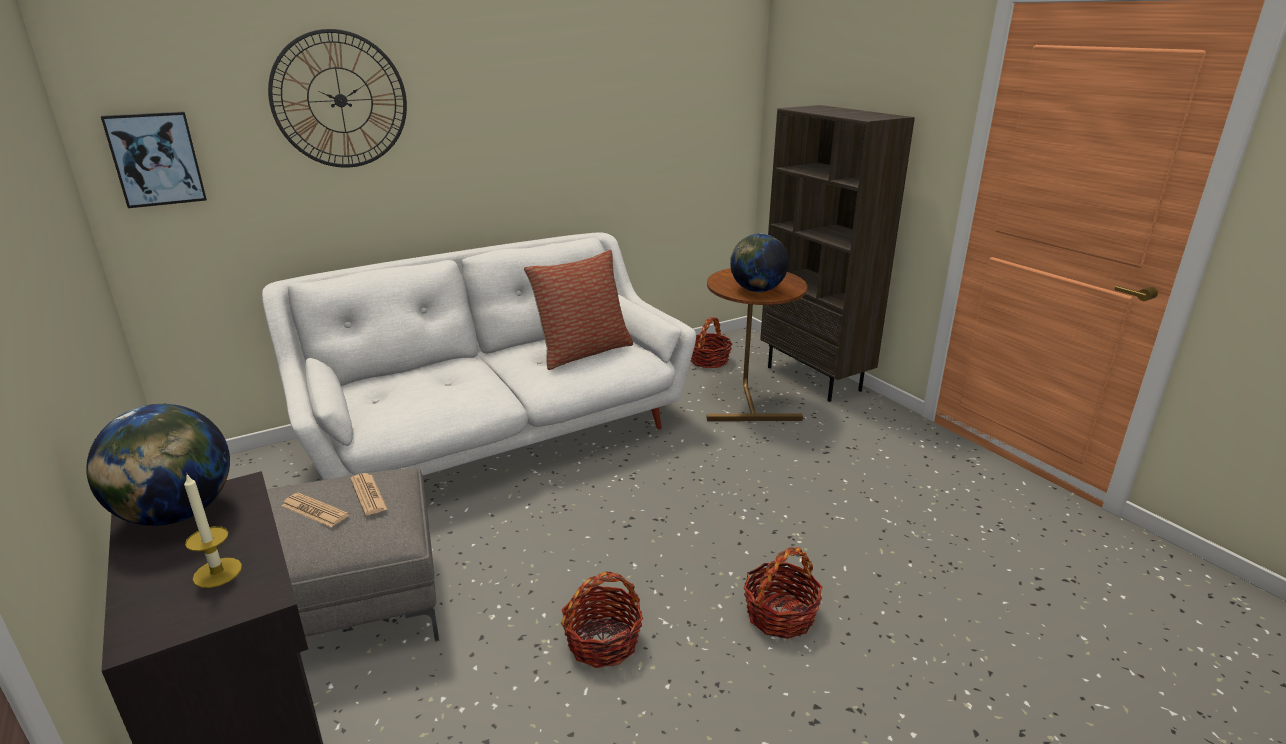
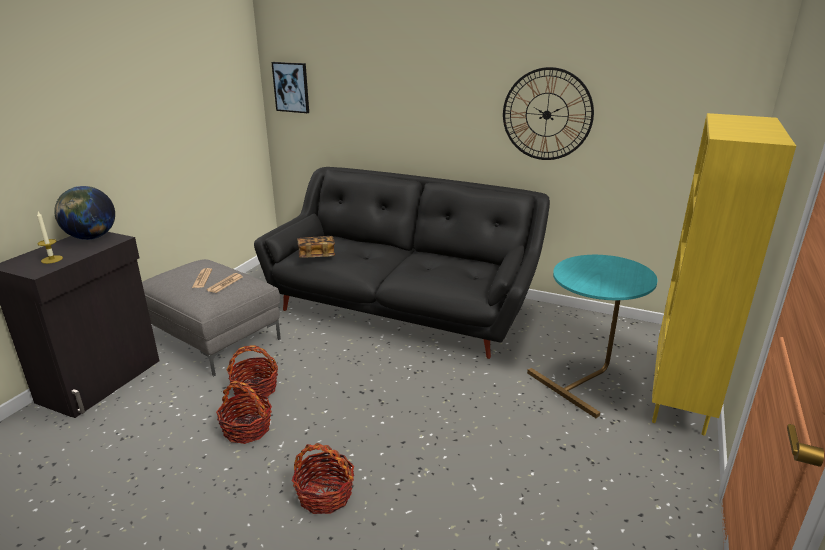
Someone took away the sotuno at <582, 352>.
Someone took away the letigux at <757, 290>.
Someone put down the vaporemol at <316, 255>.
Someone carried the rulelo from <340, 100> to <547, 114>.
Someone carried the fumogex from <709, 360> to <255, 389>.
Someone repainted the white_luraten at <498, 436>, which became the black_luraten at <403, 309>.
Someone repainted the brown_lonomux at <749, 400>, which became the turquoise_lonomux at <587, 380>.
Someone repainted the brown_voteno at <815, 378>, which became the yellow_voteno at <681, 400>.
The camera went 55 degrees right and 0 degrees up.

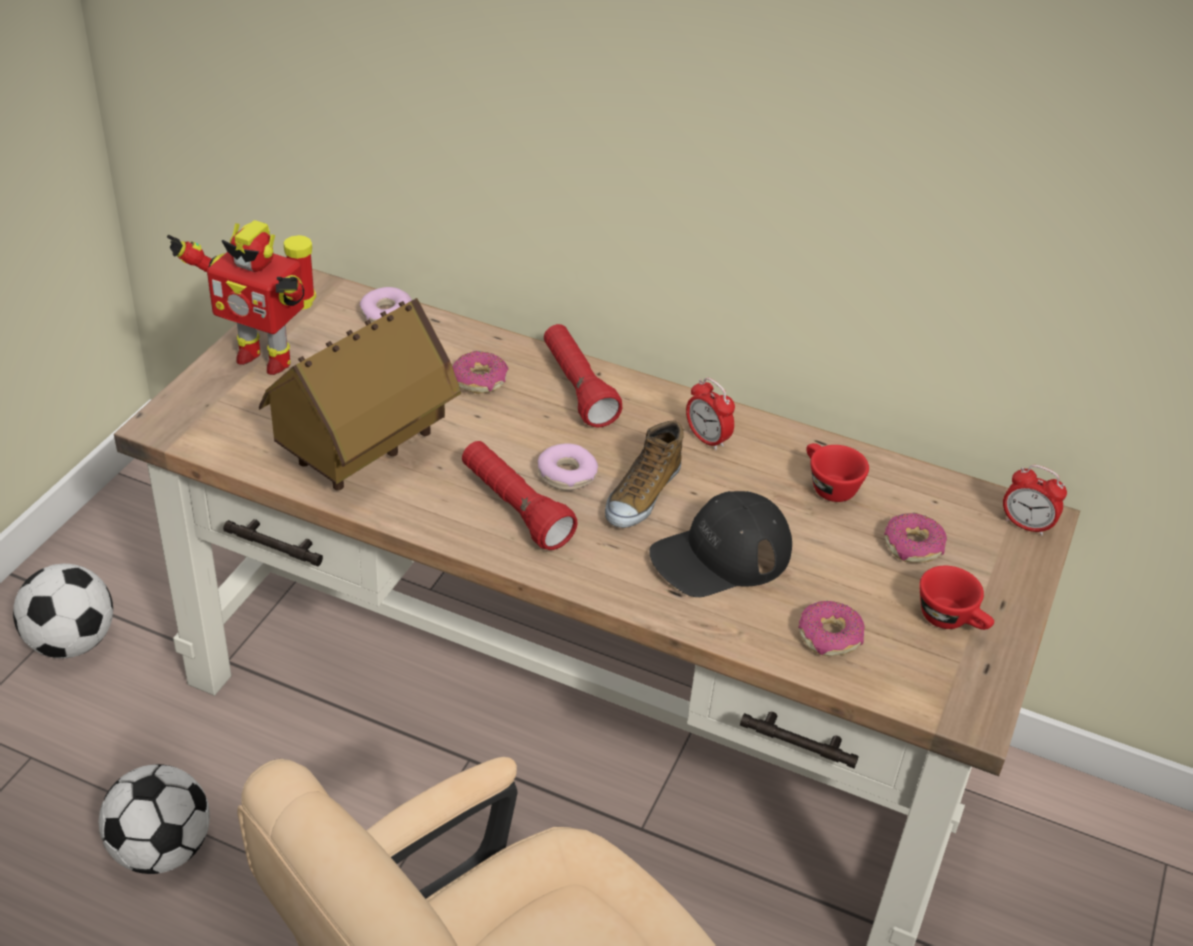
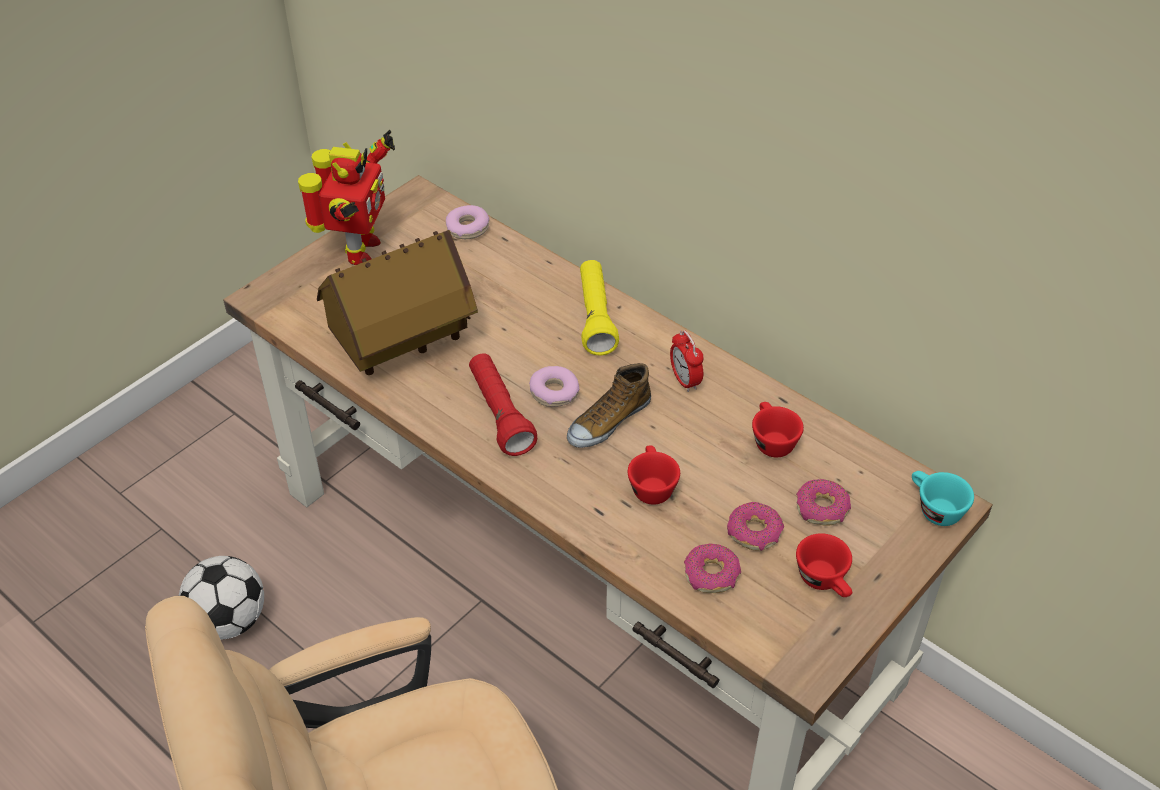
Someone took away the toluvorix at <71, 642>.
Someone carried the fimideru from <480, 381> to <754, 533>.
Someone swapped the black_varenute at <720, 555> for the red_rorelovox at <651, 486>.
Someone swapped the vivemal at <1025, 525> for the turquoise_rorelovox at <934, 509>.
Someone repainted the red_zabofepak at <577, 388>, which became the yellow_zabofepak at <595, 318>.
Someone rotated the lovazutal at <264, 356> by 120 degrees counterclockwise.
The camera went 20 degrees right and 5 degrees up.

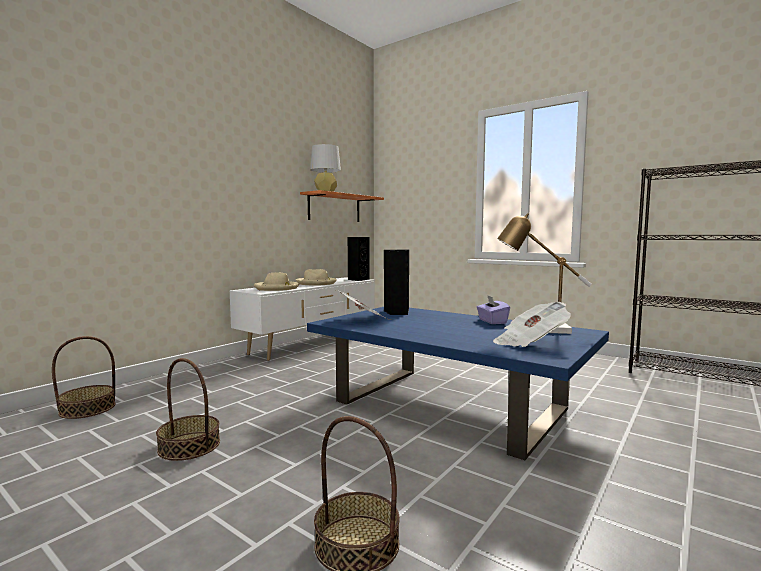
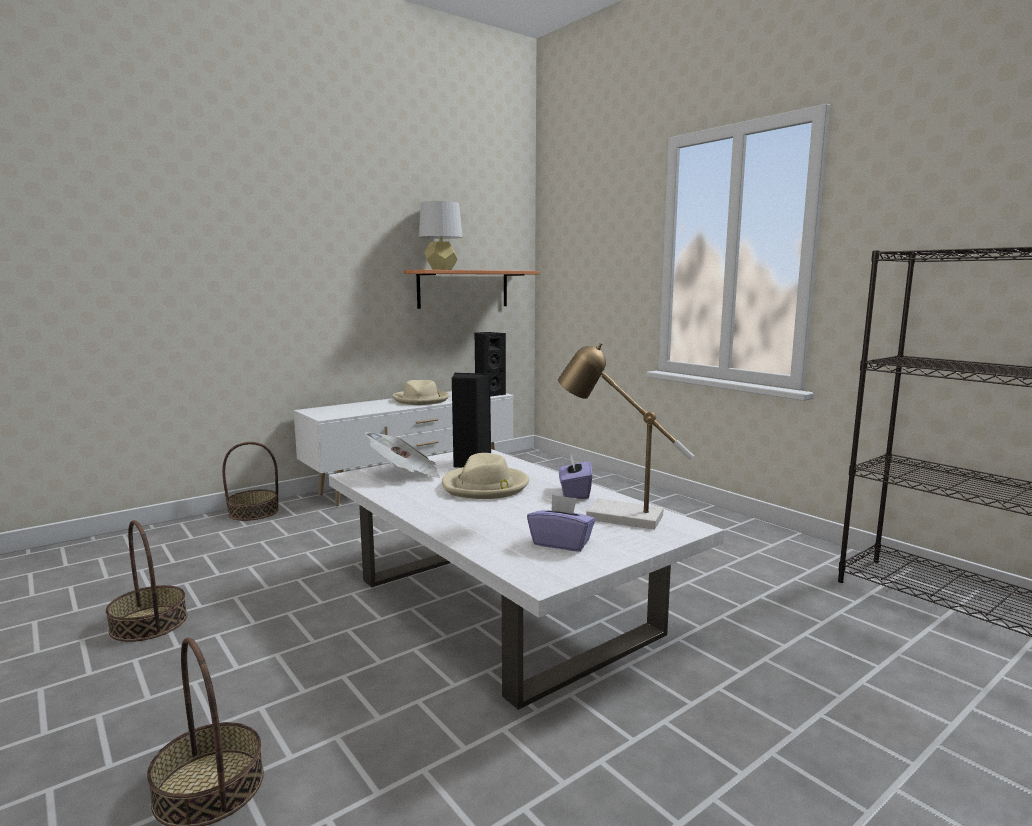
Someone carried the fumogex from <87, 409> to <253, 512>.
Someone carried the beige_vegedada from <276, 288> to <485, 486>.
Someone swapped the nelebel at <529, 343> for the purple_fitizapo at <561, 543>.
Someone repainted the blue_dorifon at <452, 405>, which became the white_dorifon at <506, 605>.
The camera went 15 degrees right and 5 degrees up.

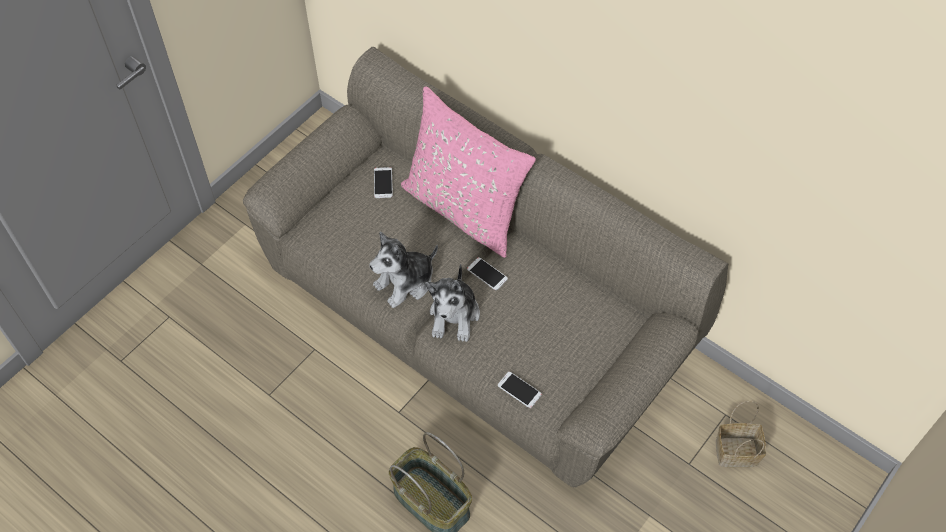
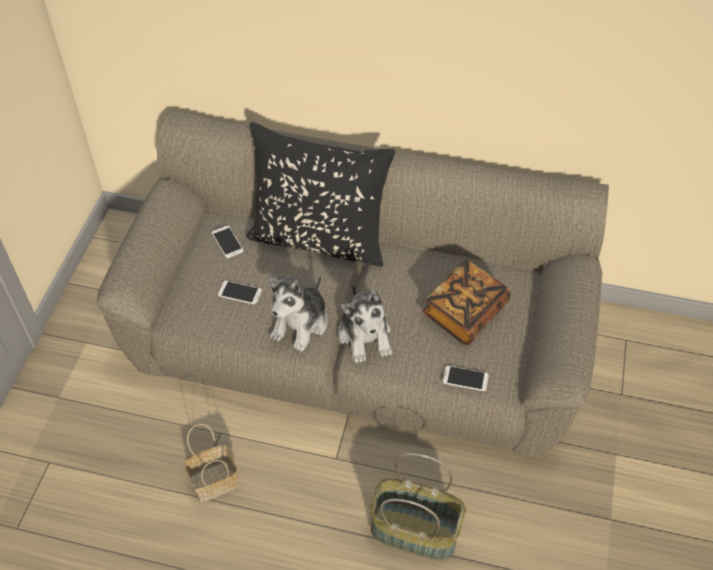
Someone put down the vaporemol at <464, 313>.
Someone carried the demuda from <487, 274> to <239, 293>.
Someone carried the fumogex from <735, 453> to <213, 483>.
Someone repainted the pink_sotuno at <464, 209>, which became the black_sotuno at <319, 238>.
The camera went 25 degrees left and 5 degrees down.

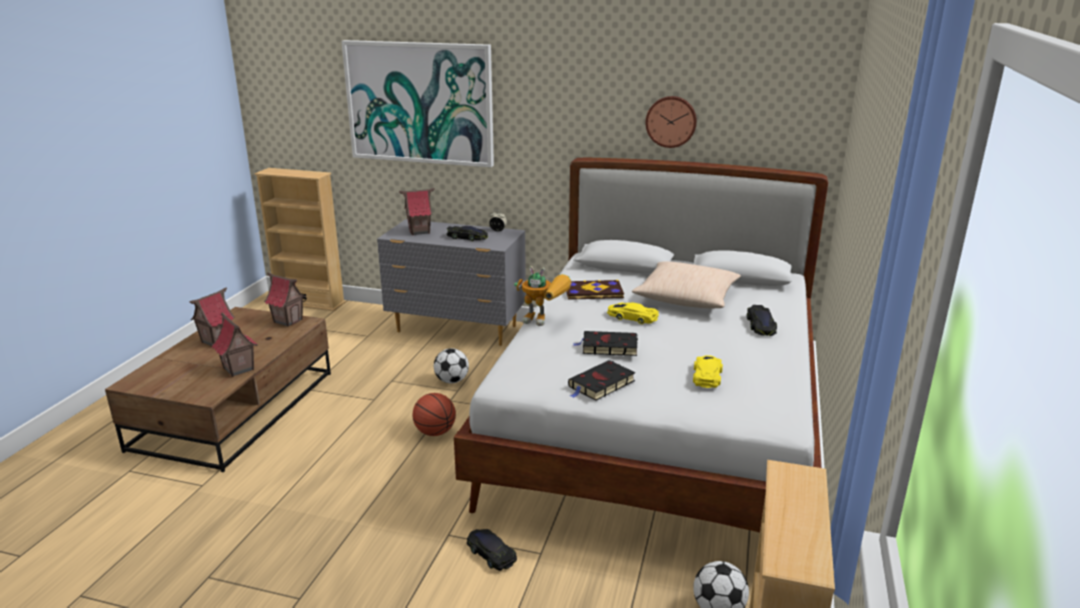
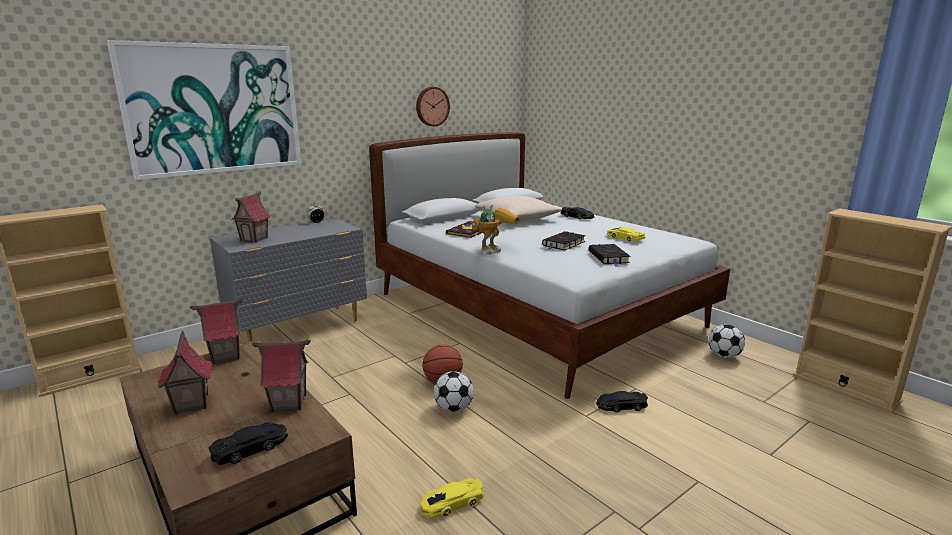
Someone carried the toluvorix from <452, 381> to <453, 408>.
Someone carried the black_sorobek from <467, 237> to <250, 448>.
Someone carried the yellow_sorobek from <632, 317> to <452, 502>.
The camera went 55 degrees left and 5 degrees down.

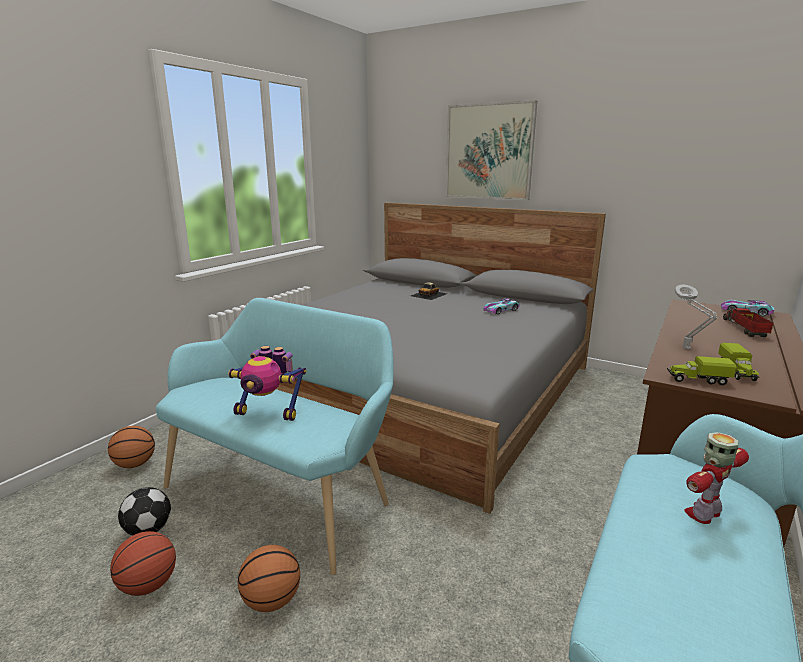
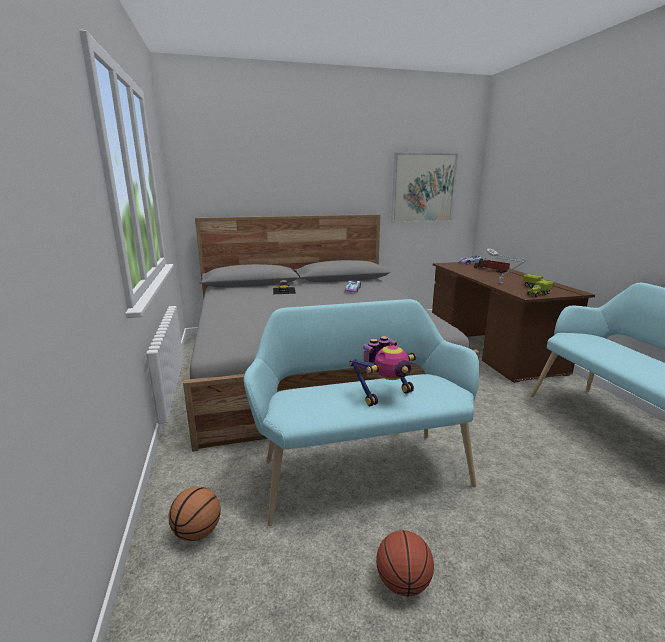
Someone took away the toluvorix at <148, 530>.
Someone took away the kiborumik at <272, 600>.
Someone took away the lovazutal at <704, 513>.
Someone carried the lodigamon from <489, 152> to <423, 188>.
The camera went 45 degrees left and 0 degrees up.

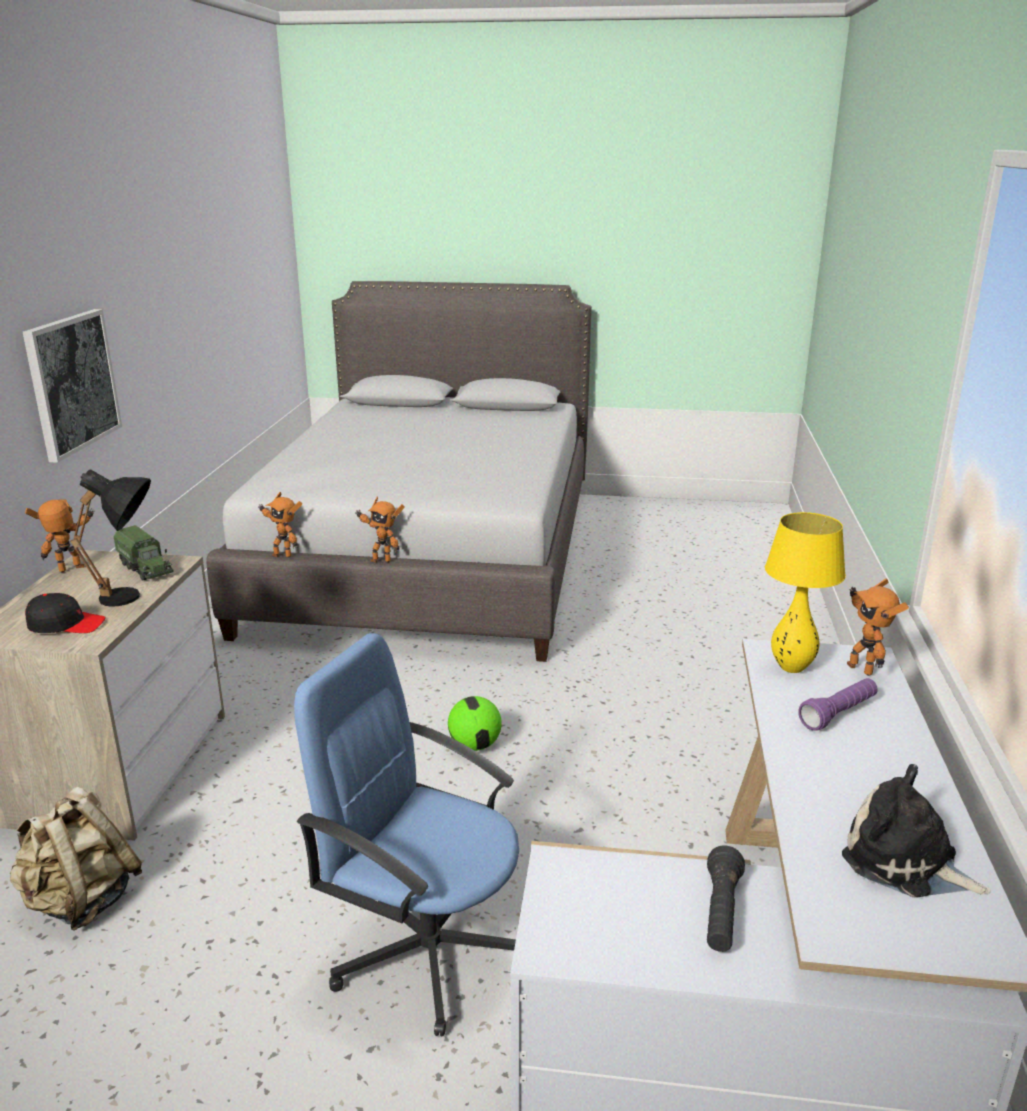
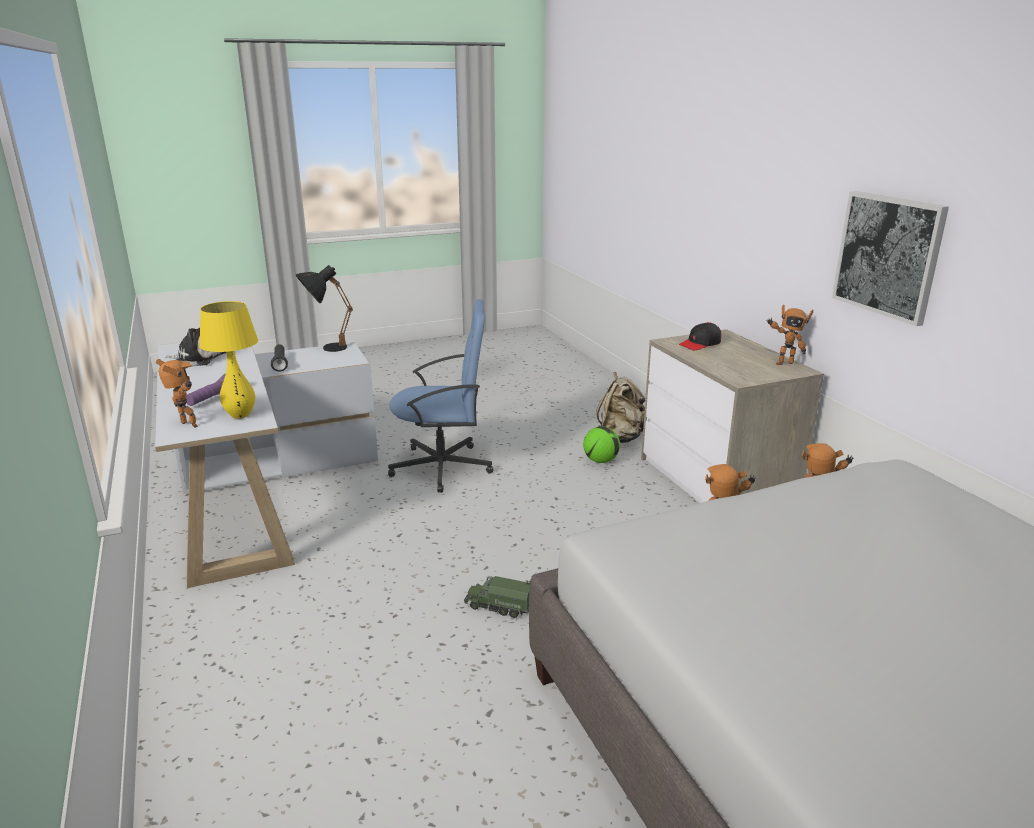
Someone carried the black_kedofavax from <132, 599> to <325, 348>.
Someone carried the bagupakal from <146, 568> to <499, 606>.
Someone carried the toluvorix from <475, 745> to <601, 461>.
Someone rotated the lovazutal at <73, 570> by 60 degrees clockwise.
The camera went 150 degrees right and 0 degrees up.

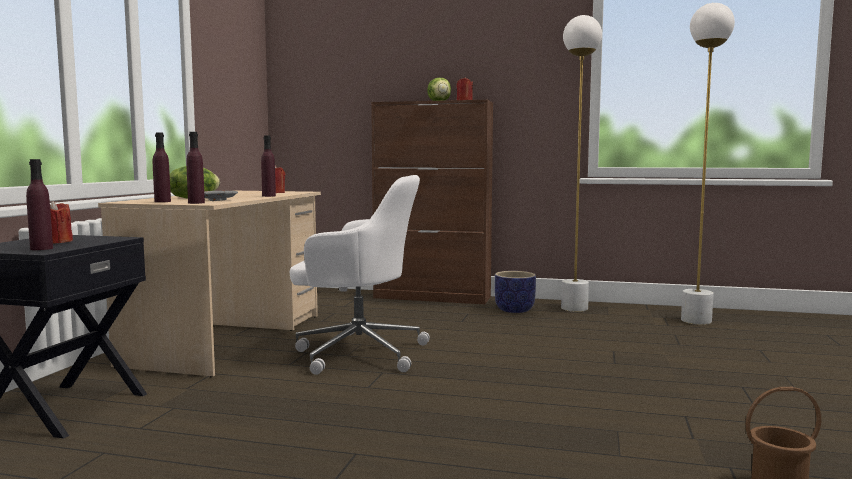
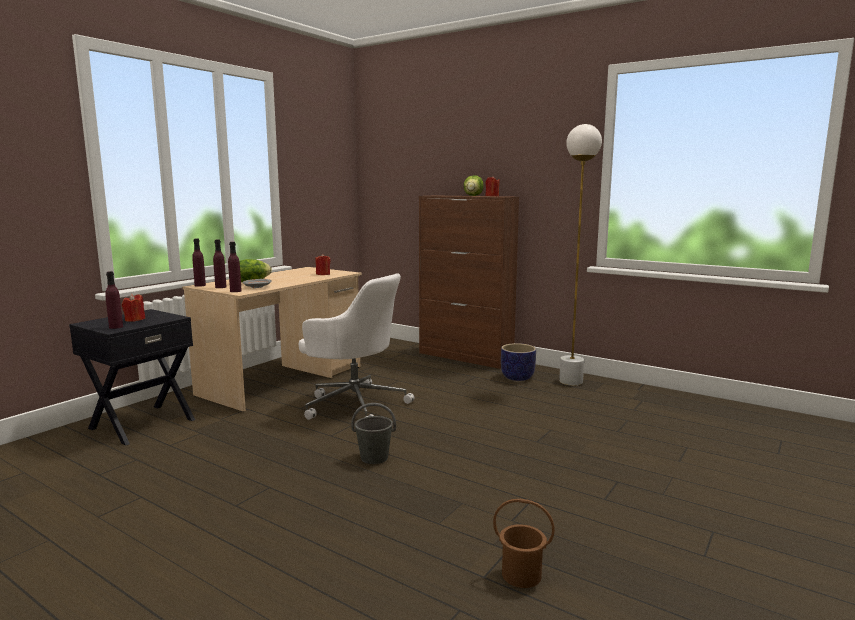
Someone took away the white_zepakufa at <696, 321>.
Someone put down the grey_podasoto at <375, 458>.
Someone carried the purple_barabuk from <269, 196> to <200, 285>.
The camera went 20 degrees right and 5 degrees up.

